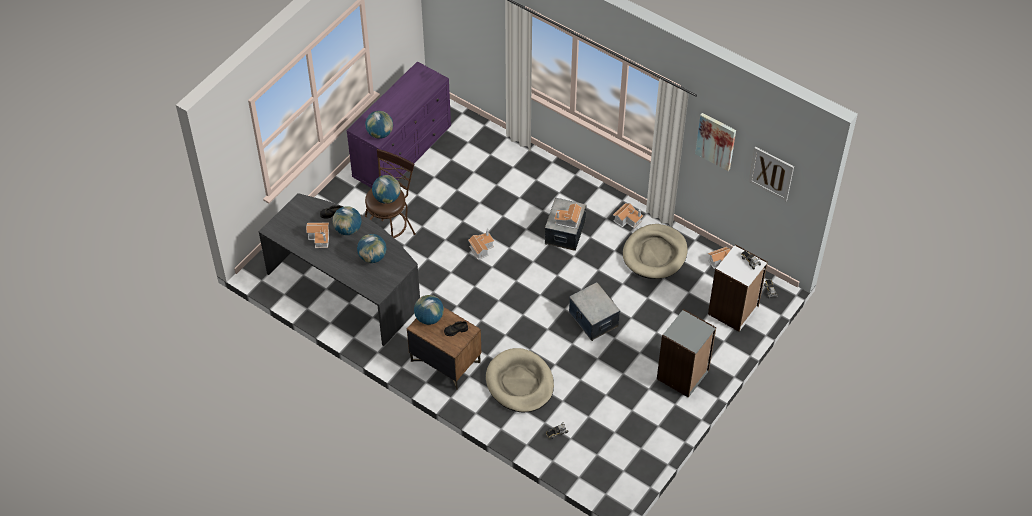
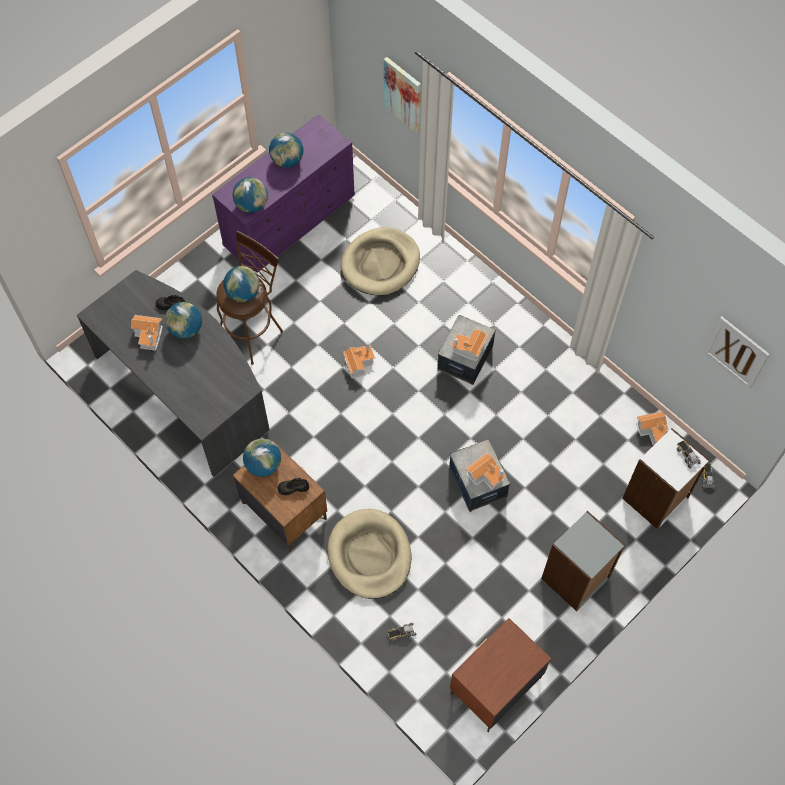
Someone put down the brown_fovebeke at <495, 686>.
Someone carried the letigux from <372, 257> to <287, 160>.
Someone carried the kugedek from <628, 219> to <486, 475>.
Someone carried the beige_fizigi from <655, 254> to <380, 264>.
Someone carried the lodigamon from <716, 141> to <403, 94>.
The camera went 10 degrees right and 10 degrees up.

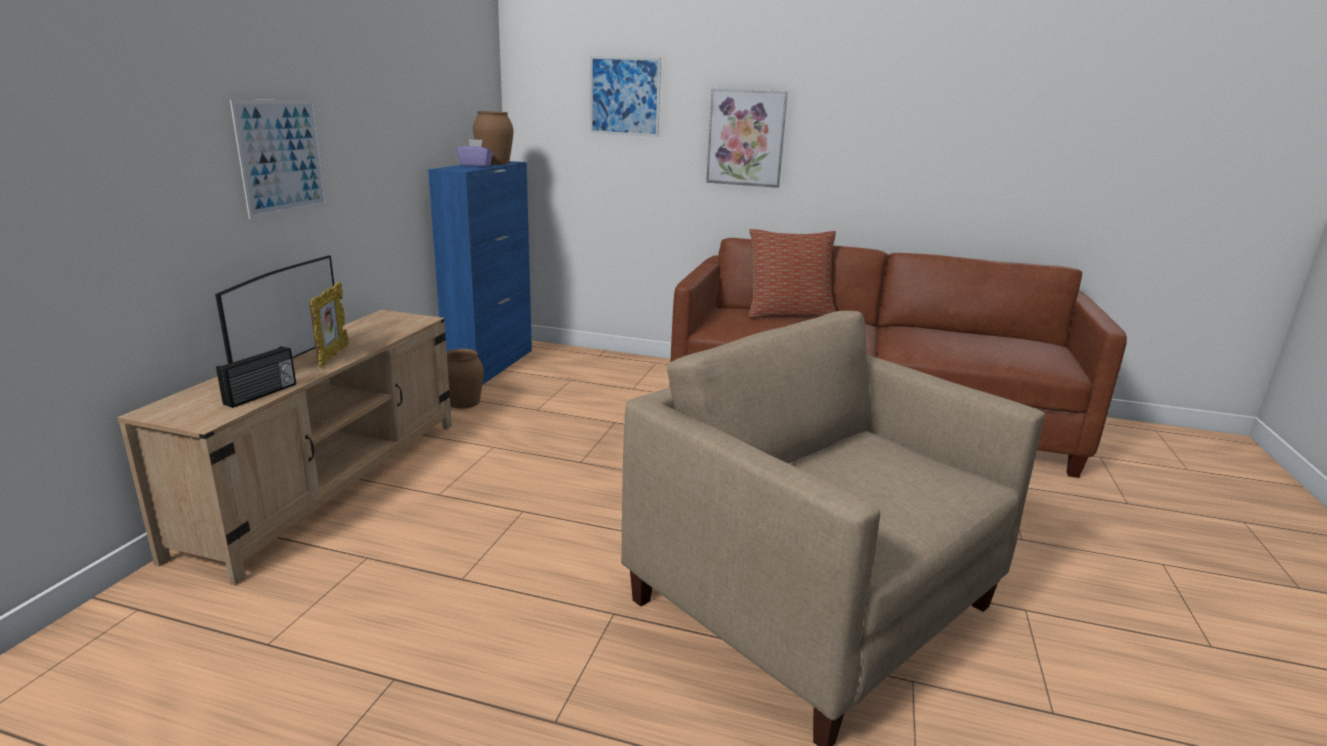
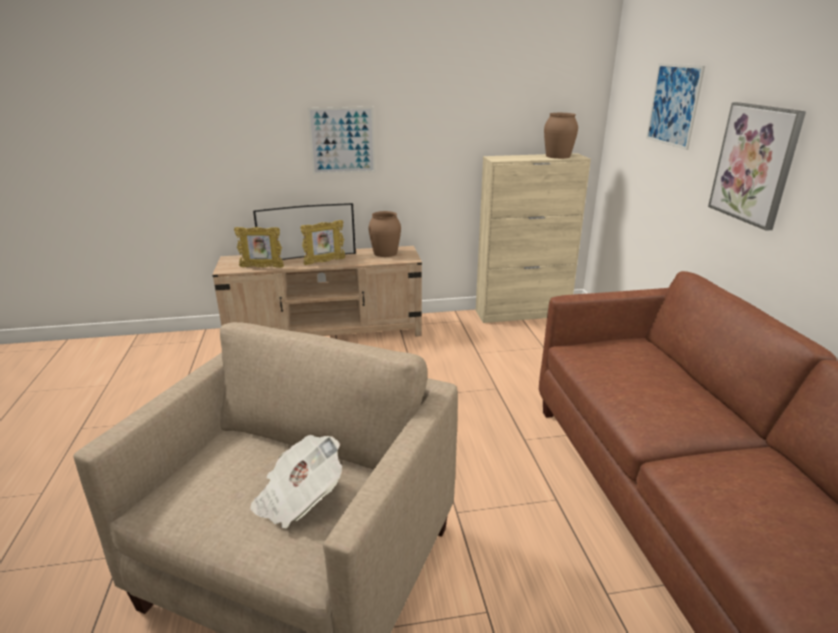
Someone took away the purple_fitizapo at <475, 165>.
Someone took away the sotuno at <789, 314>.
Someone put down the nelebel at <298, 498>.
Someone carried the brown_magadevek from <464, 402> to <385, 253>.
Someone swapped the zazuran at <262, 394> for the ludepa at <262, 267>.
Someone repainted the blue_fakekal at <491, 365>, which became the beige_fakekal at <523, 313>.
The camera went 65 degrees right and 5 degrees up.

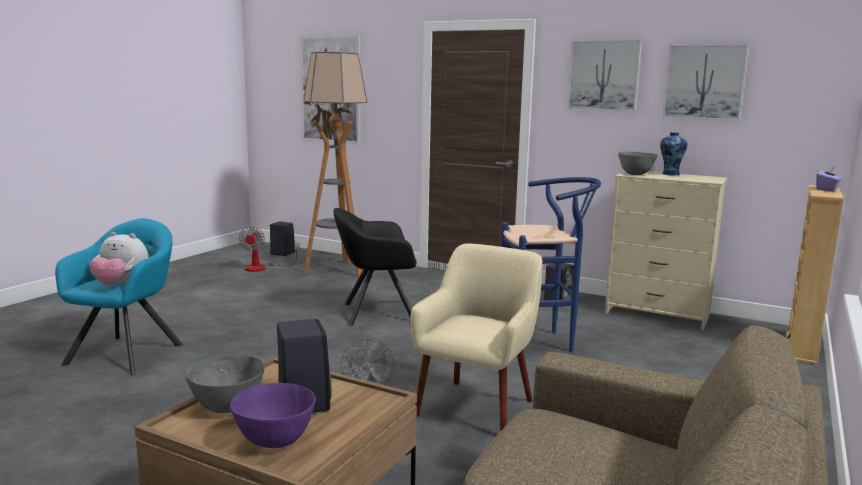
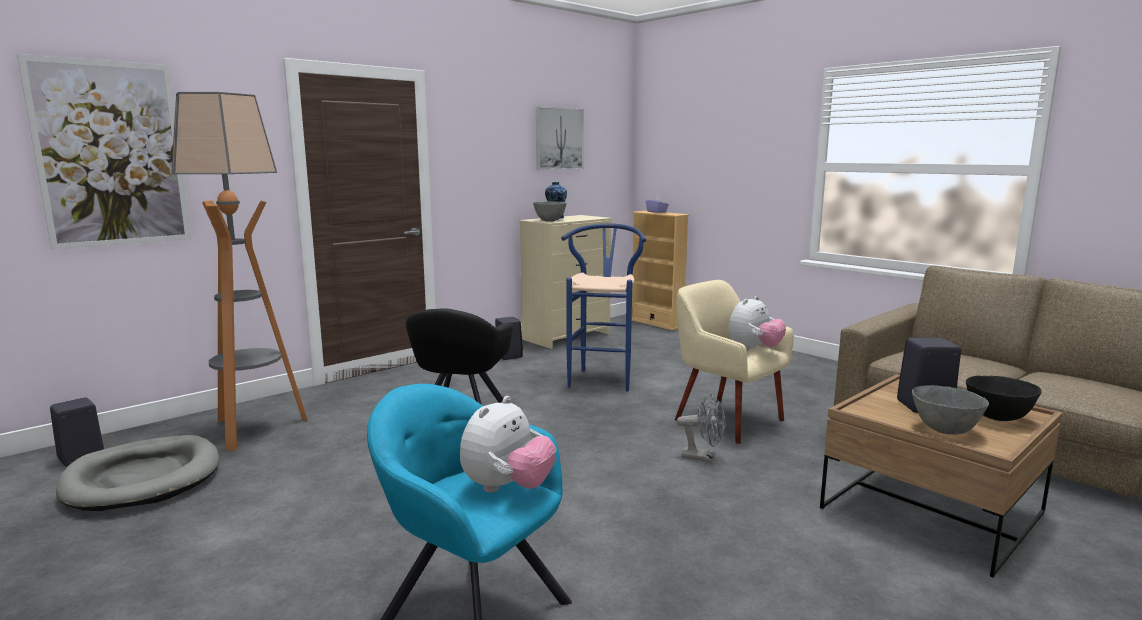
Someone took away the lodigamon at <604, 75>.
Someone put down the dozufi at <754, 349>.
Someone swapped the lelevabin at <262, 267> for the grey_fizigi at <143, 478>.
Someone repainted the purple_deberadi at <276, 441>, which became the black_deberadi at <997, 418>.
The camera went 70 degrees left and 0 degrees up.

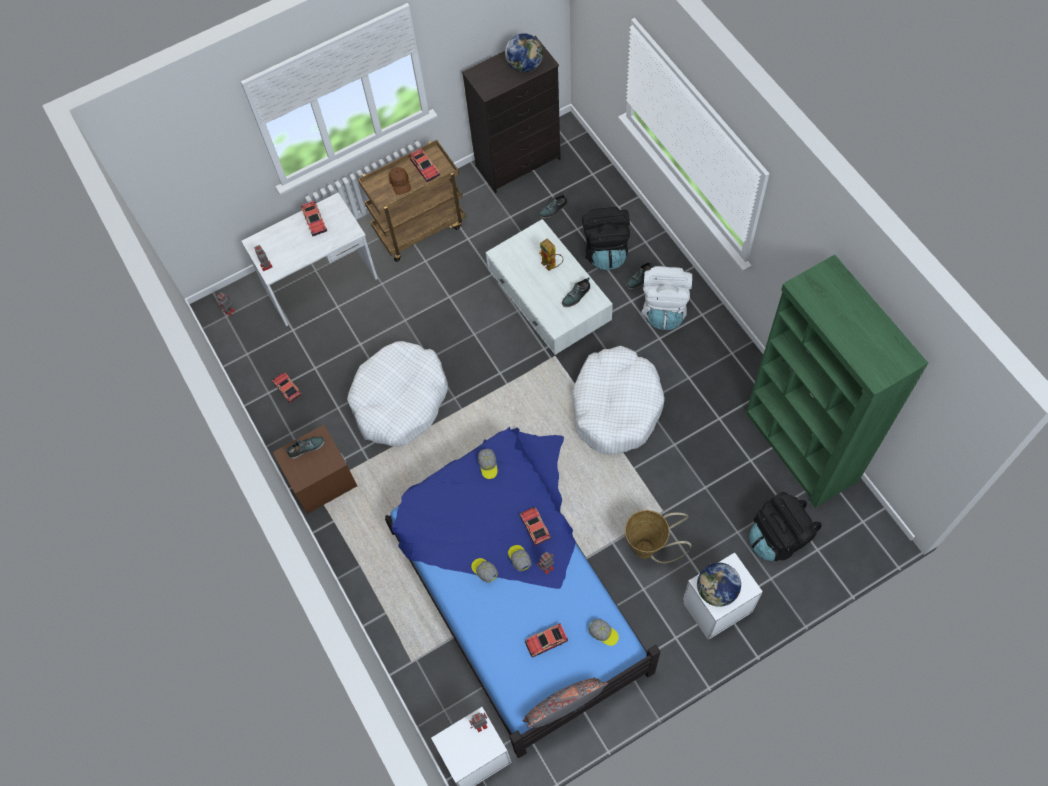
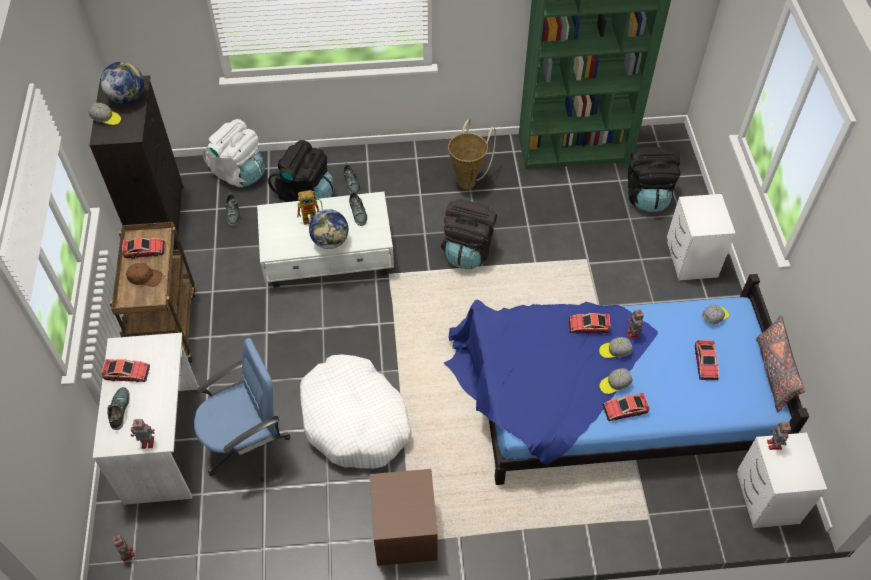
Someone put down the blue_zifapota at <247, 445>.
Someone carried the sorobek from <287, 388> to <624, 409>.
Someone carried the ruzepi from <306, 448> to <119, 409>.
Someone carried the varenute from <488, 465> to <106, 119>.
Someone carried the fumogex from <649, 550> to <468, 180>.
Someone carried the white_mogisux from <664, 309> to <239, 172>.
Someone carried the letigux from <716, 590> to <330, 241>.
Someone swapped the white_fizigi at <616, 406> for the black_mogisux at <468, 250>.
The camera went 70 degrees left and 10 degrees down.

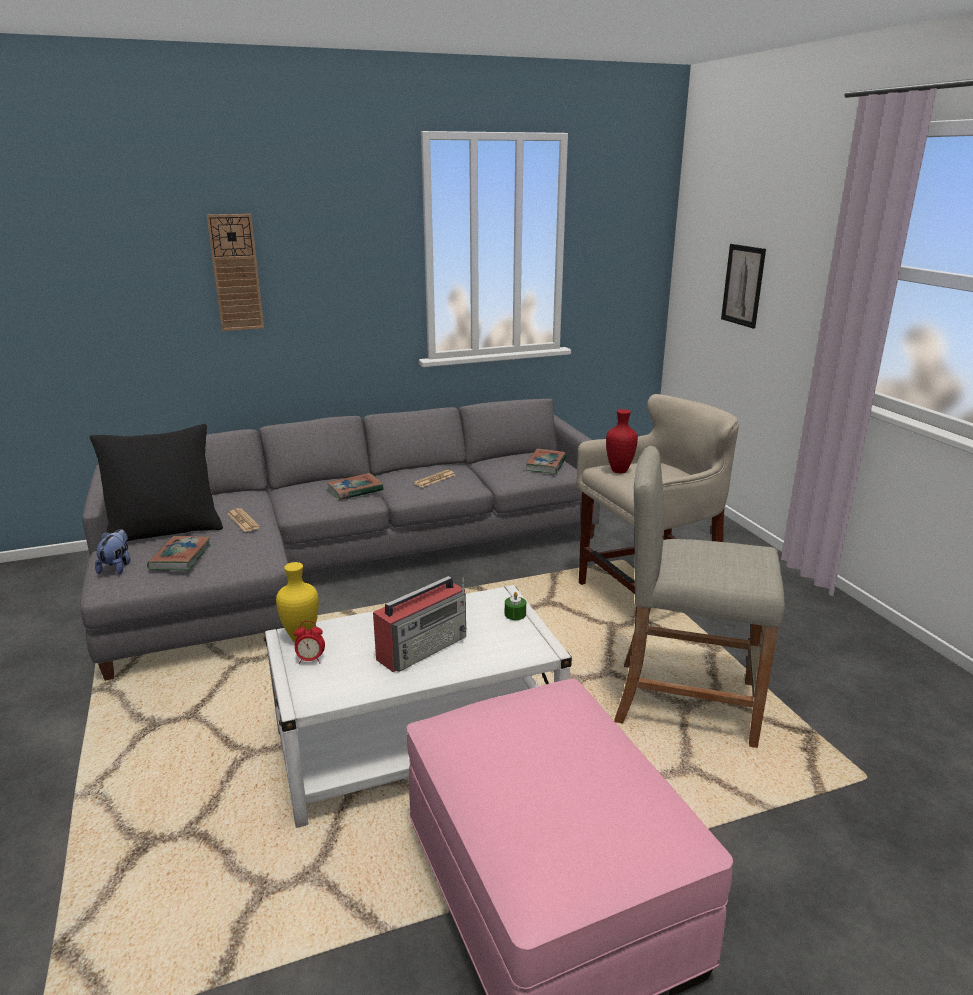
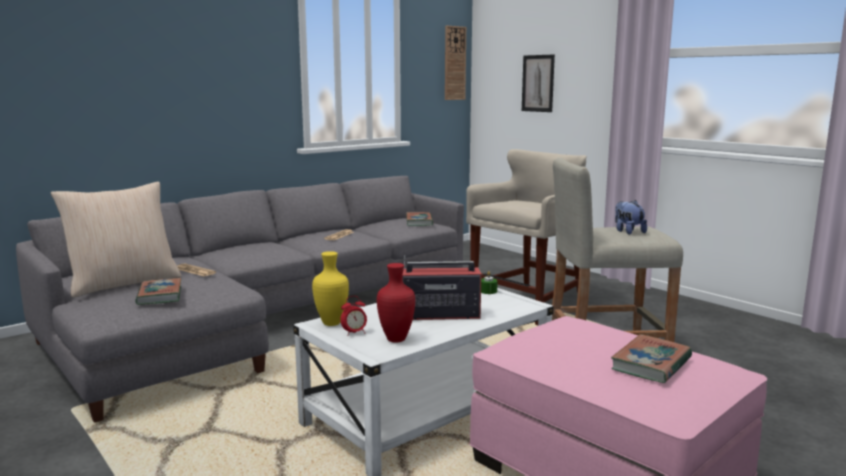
Someone carried the dozufi from <117, 567> to <628, 232>.
Someone carried the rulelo from <236, 273> to <454, 63>.
Someone carried the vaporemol from <355, 490> to <651, 364>.
Someone carried the red_magadevek from <620, 471> to <397, 339>.
Someone repainted the black_sotuno at <165, 530>, which became the beige_sotuno at <123, 283>.
Someone rotated the zazuran at <423, 647> by 120 degrees counterclockwise.
The camera went 20 degrees left and 10 degrees down.

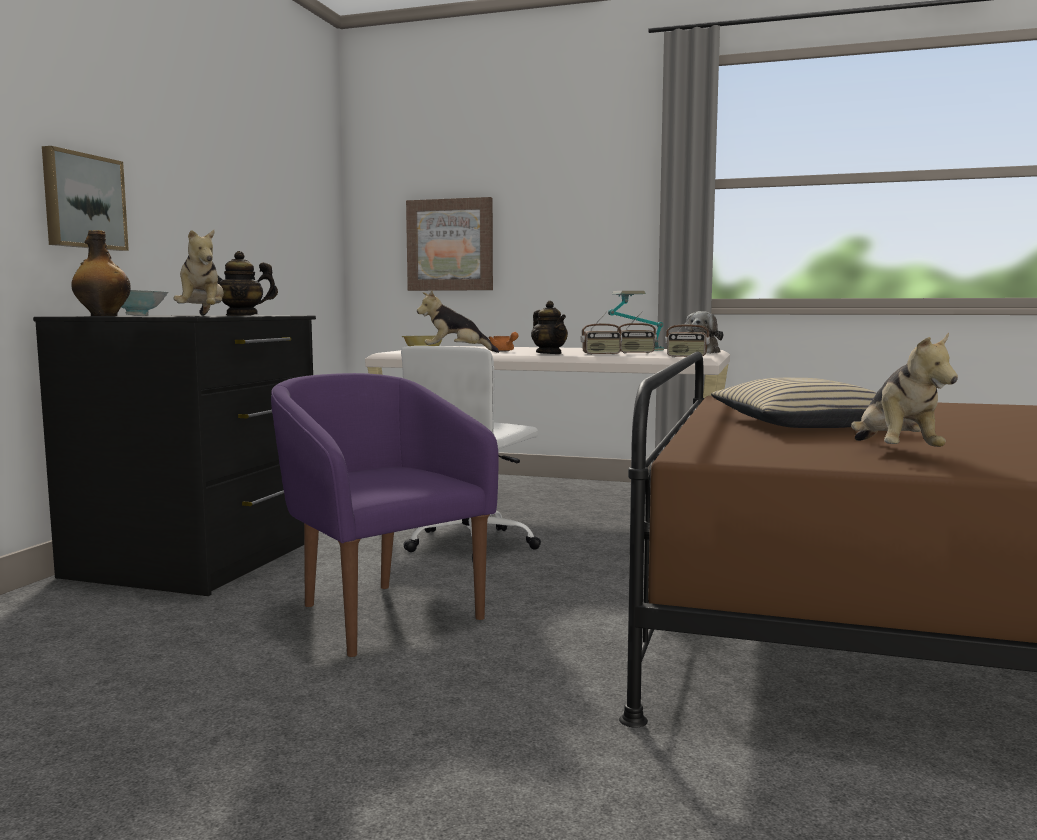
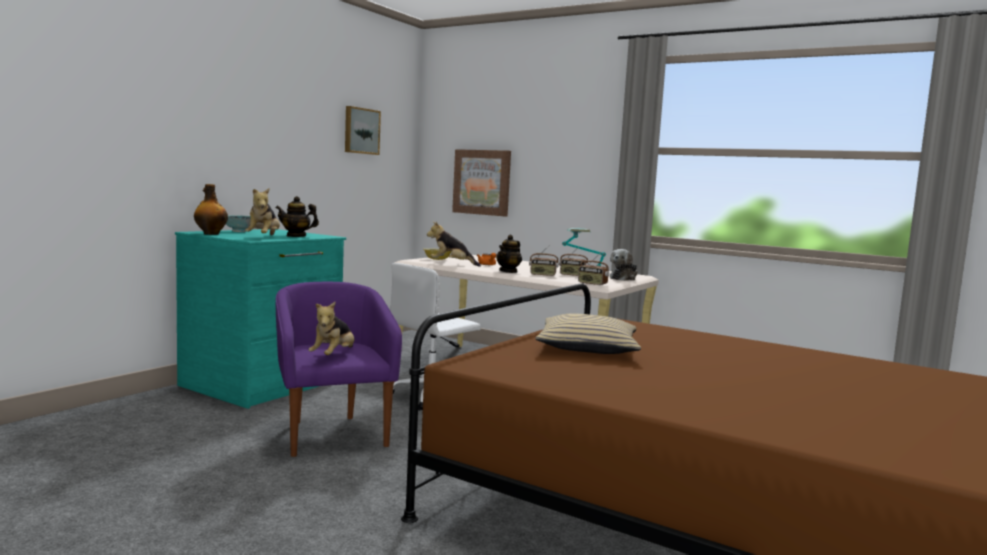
Someone carried the lodigamon from <83, 201> to <361, 131>.
Someone carried the dozufi from <895, 453> to <333, 356>.
Someone repainted the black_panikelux at <199, 558>, which became the turquoise_panikelux at <262, 384>.
Someone rotated the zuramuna at <549, 354> by 45 degrees clockwise.
The camera went 15 degrees right and 0 degrees up.

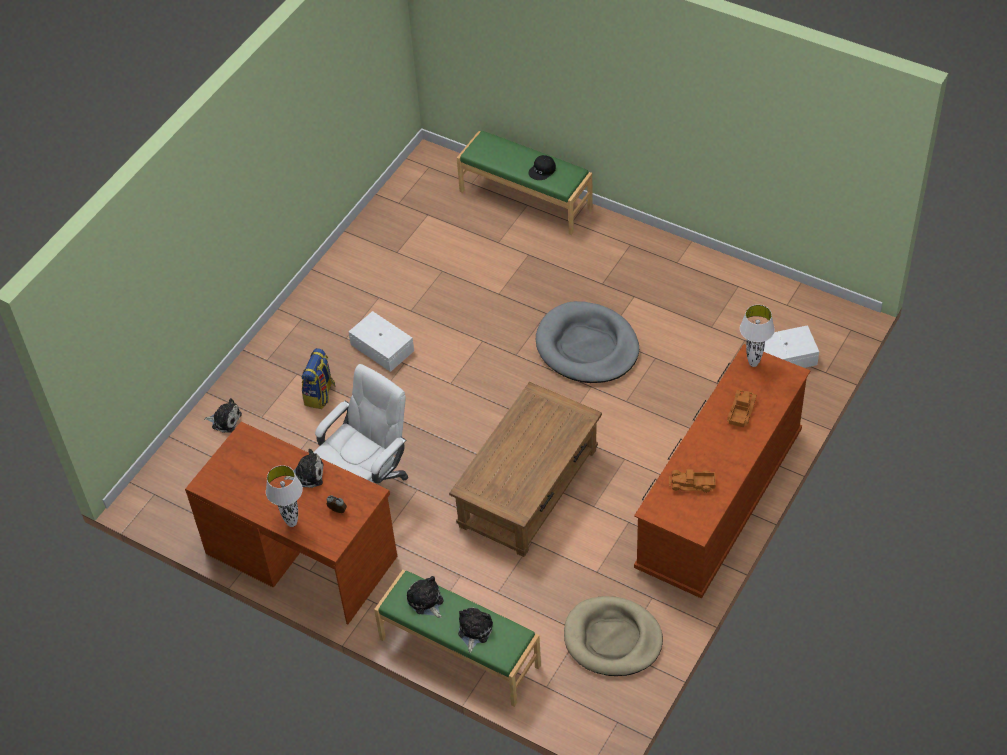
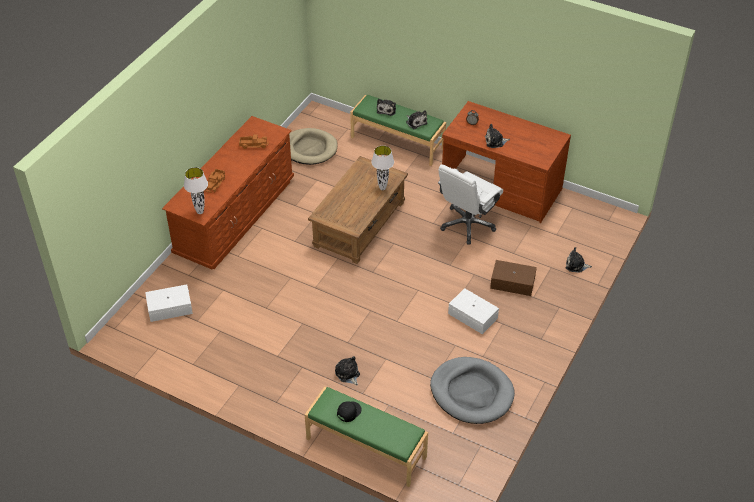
Someone put down the dozufi at <348, 374>.
Someone carried the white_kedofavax from <292, 523> to <382, 188>.
Someone carried the grey_fizigi from <587, 346> to <471, 393>.
Someone swapped the mogisux at <320, 395> for the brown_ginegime at <512, 282>.
The camera went 175 degrees right and 5 degrees down.

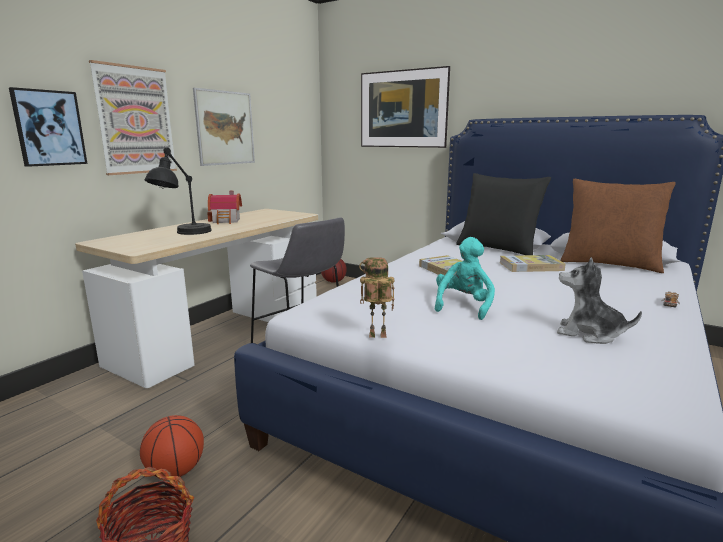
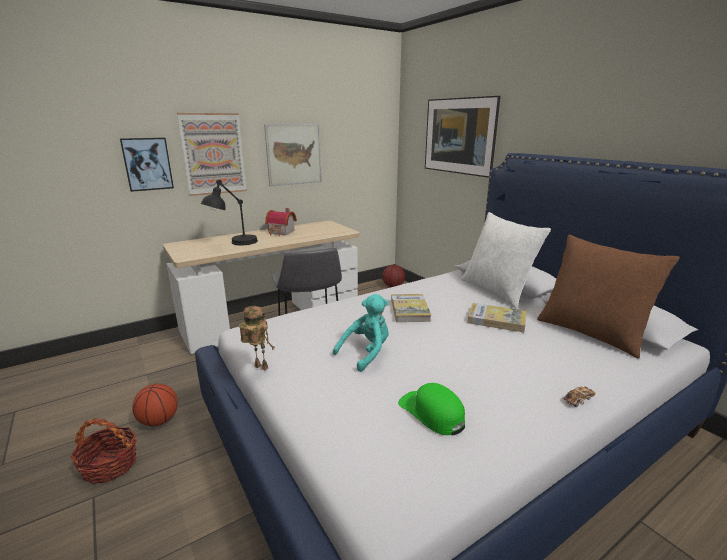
Someone swapped the dozufi at <589, 334> for the green_varenute at <431, 413>.
Someone repainted the black_sotuno at <498, 248>, which became the white_sotuno at <497, 291>.
The camera went 25 degrees right and 5 degrees up.

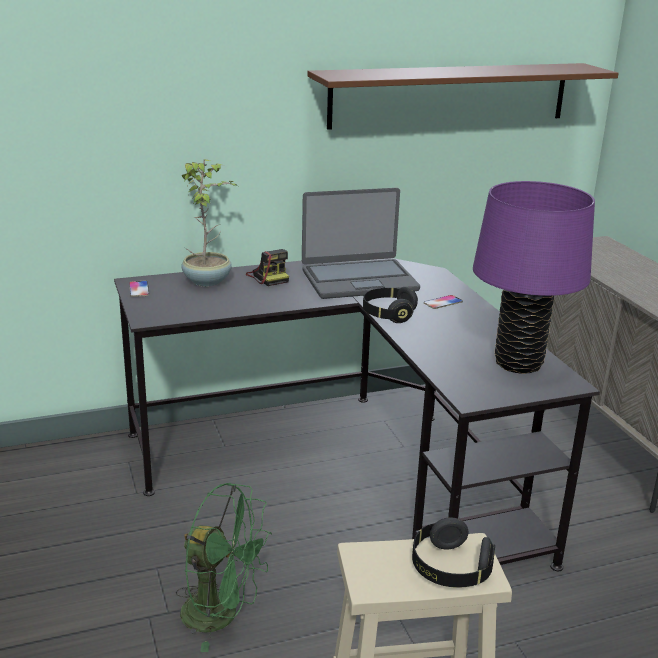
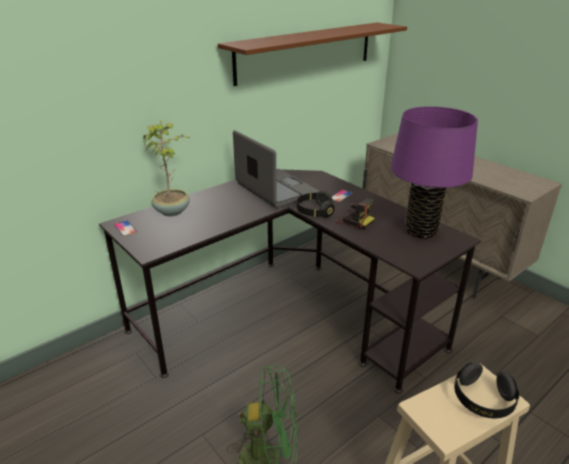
Someone carried the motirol from <268, 277> to <354, 221>.
Someone rotated the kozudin at <359, 280> by 90 degrees counterclockwise.
The camera went 20 degrees left and 5 degrees up.

